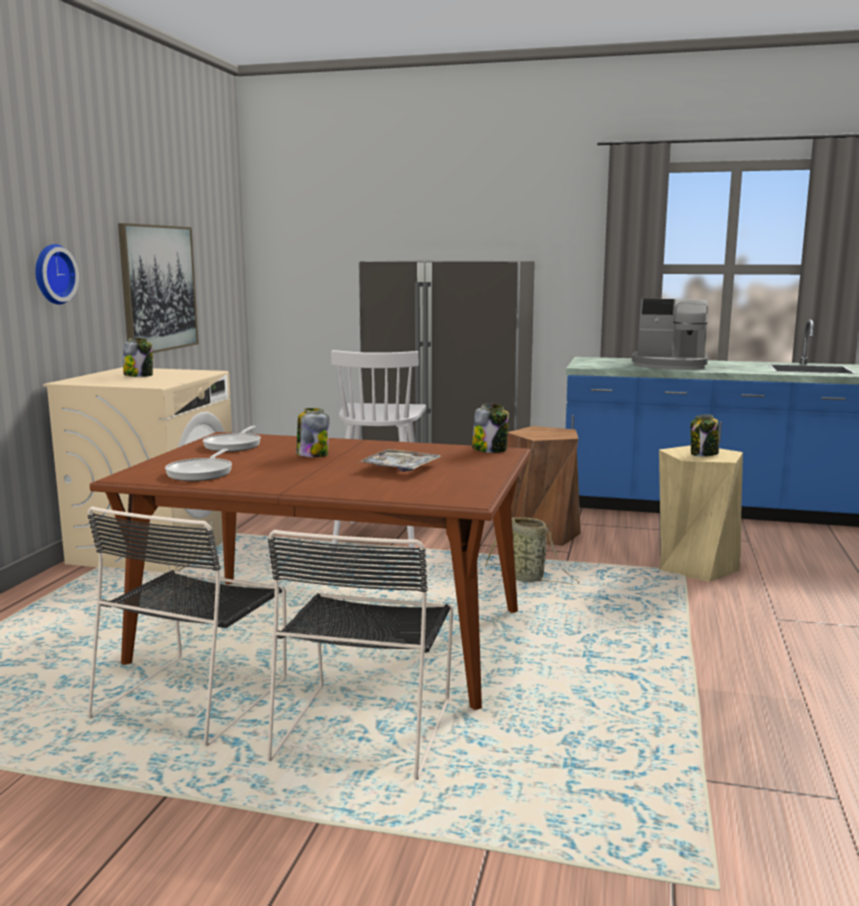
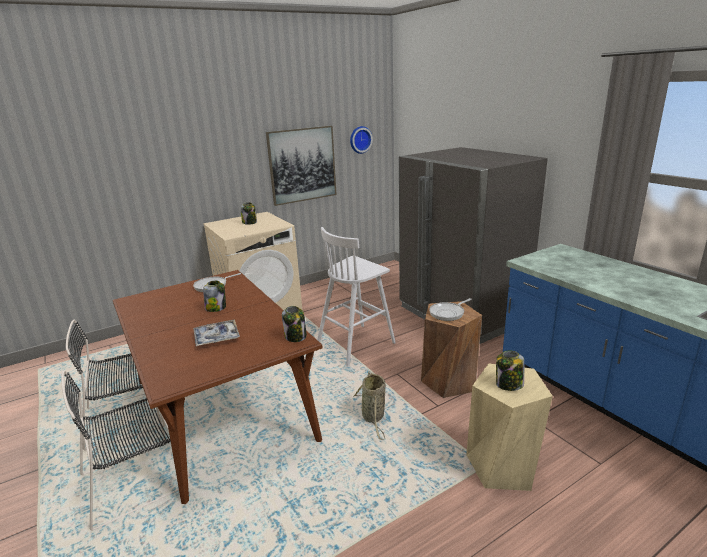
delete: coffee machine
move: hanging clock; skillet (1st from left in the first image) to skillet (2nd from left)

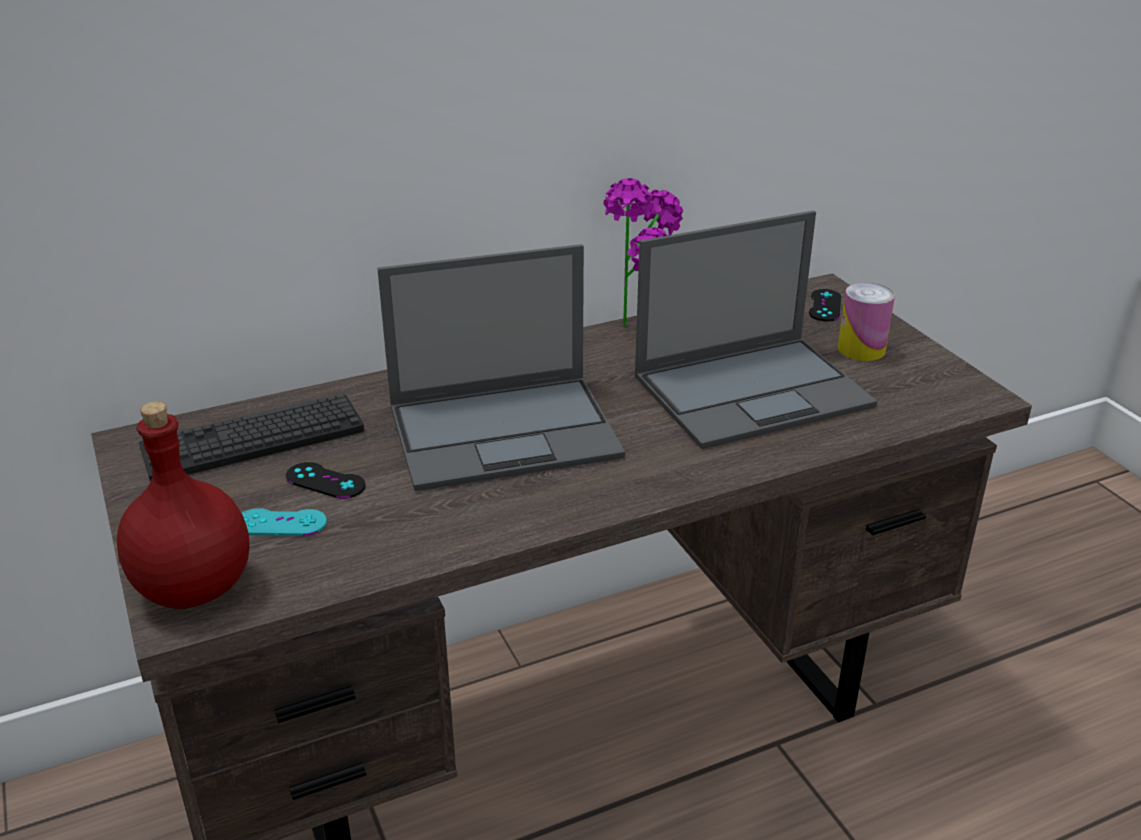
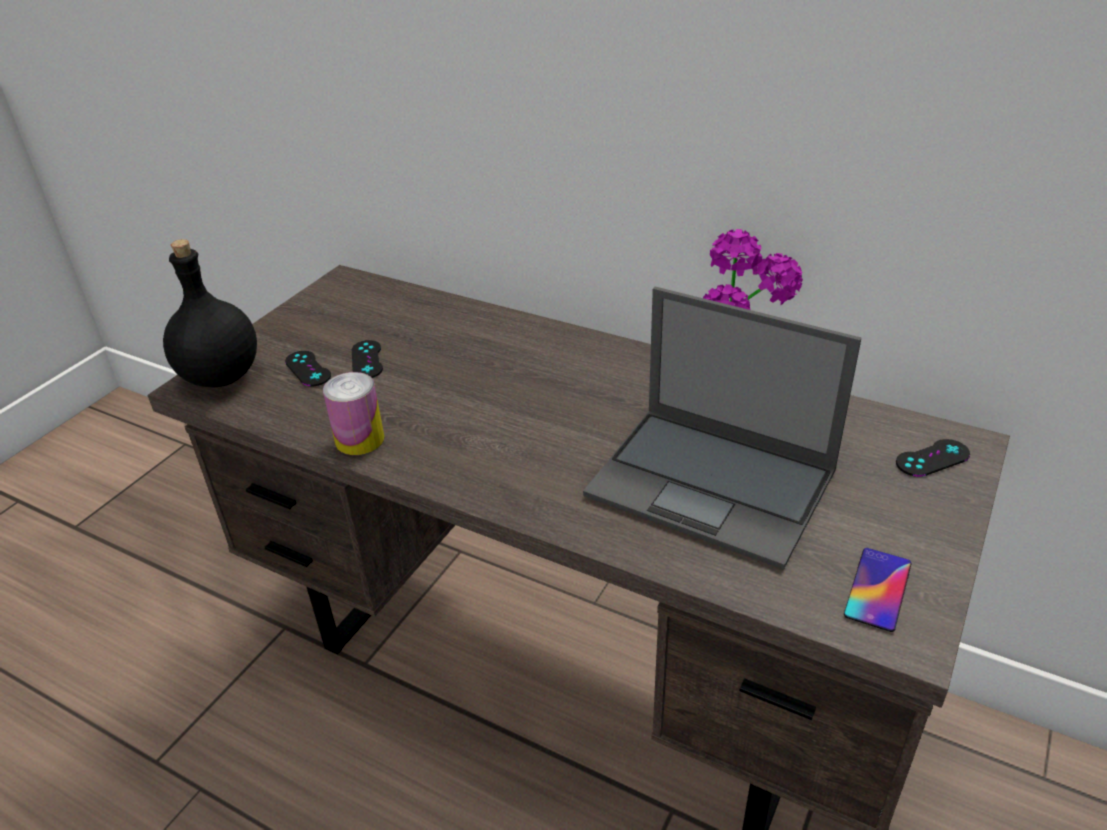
delete: PC keyboard; laptop (1st from left)
insert: telephone
move: metal can
recolor: beverage bottle/reddish to beverage bottle/black-coloured; gamepad/turquoise-coloured to gamepad/black-coloured (1st from left)

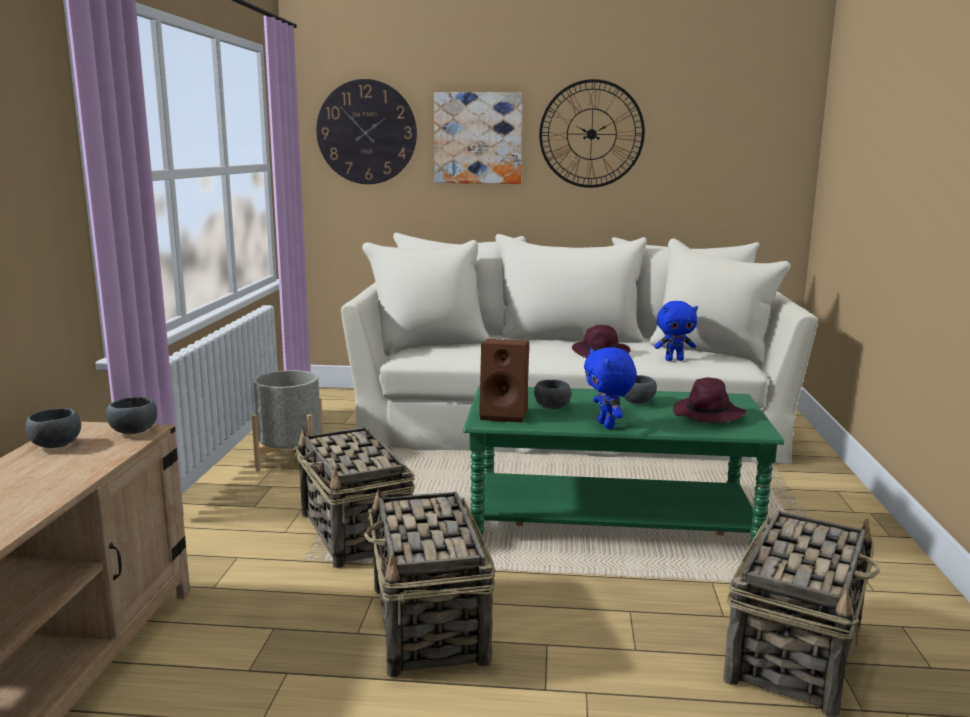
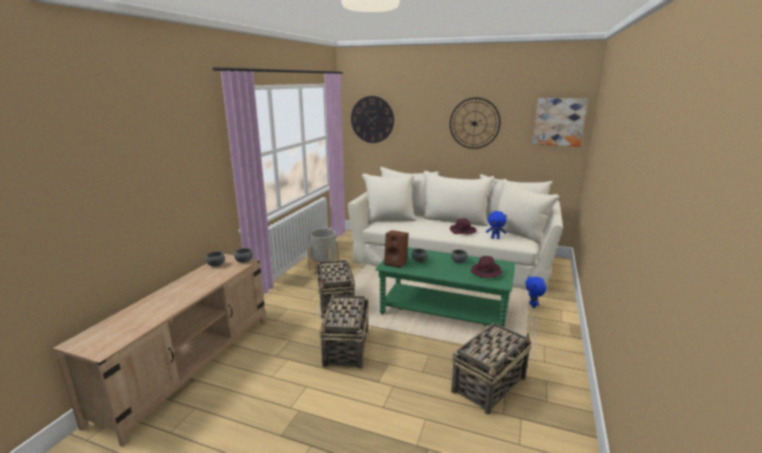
move: wall picture; cuddly toy/bluish (1st from left in the first image) to cuddly toy/bluish (2nd from left)

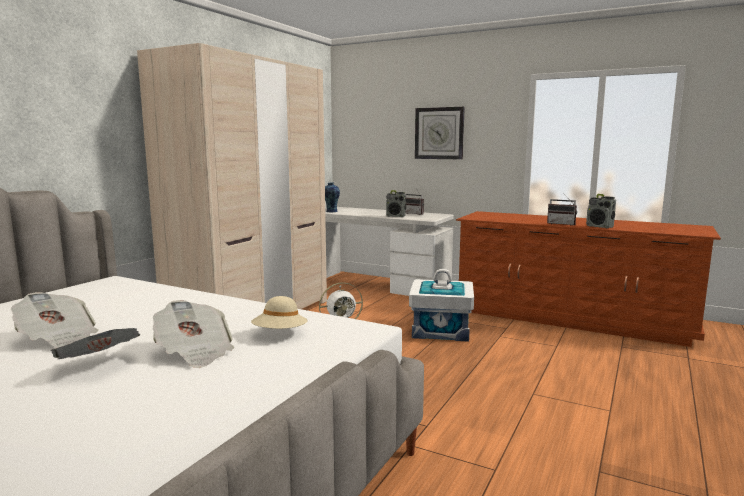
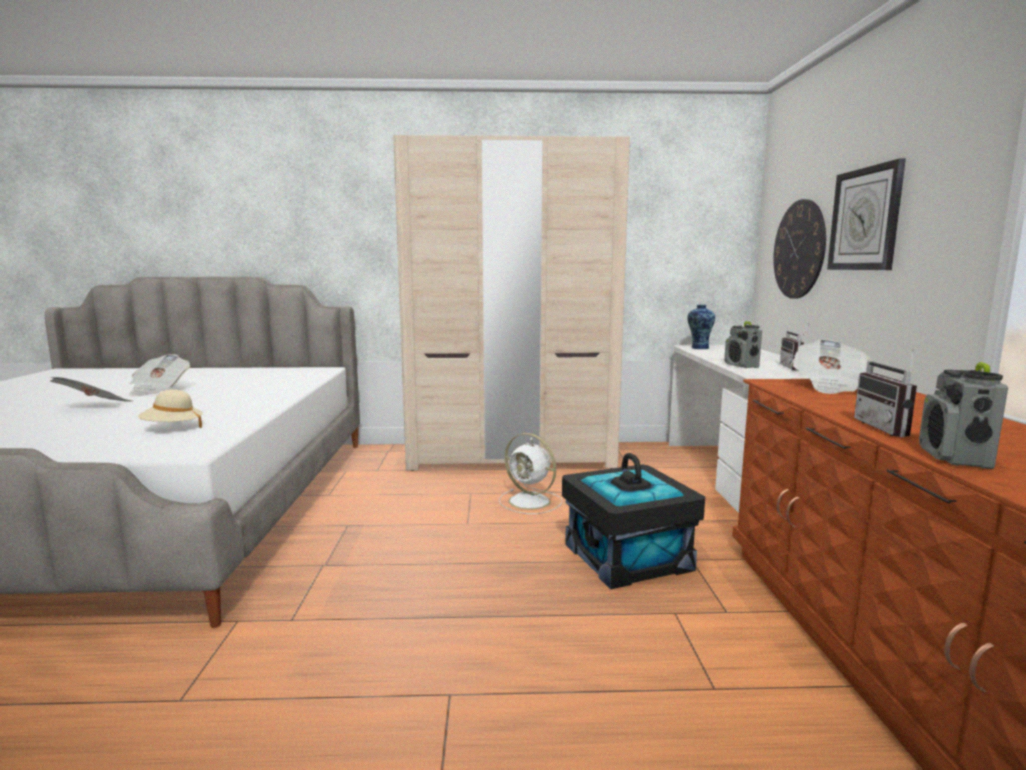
insert: hanging clock (1st from left)
move: newspaper (3rd from left)
recolor: storage container/white-coloured to storage container/black-coloured

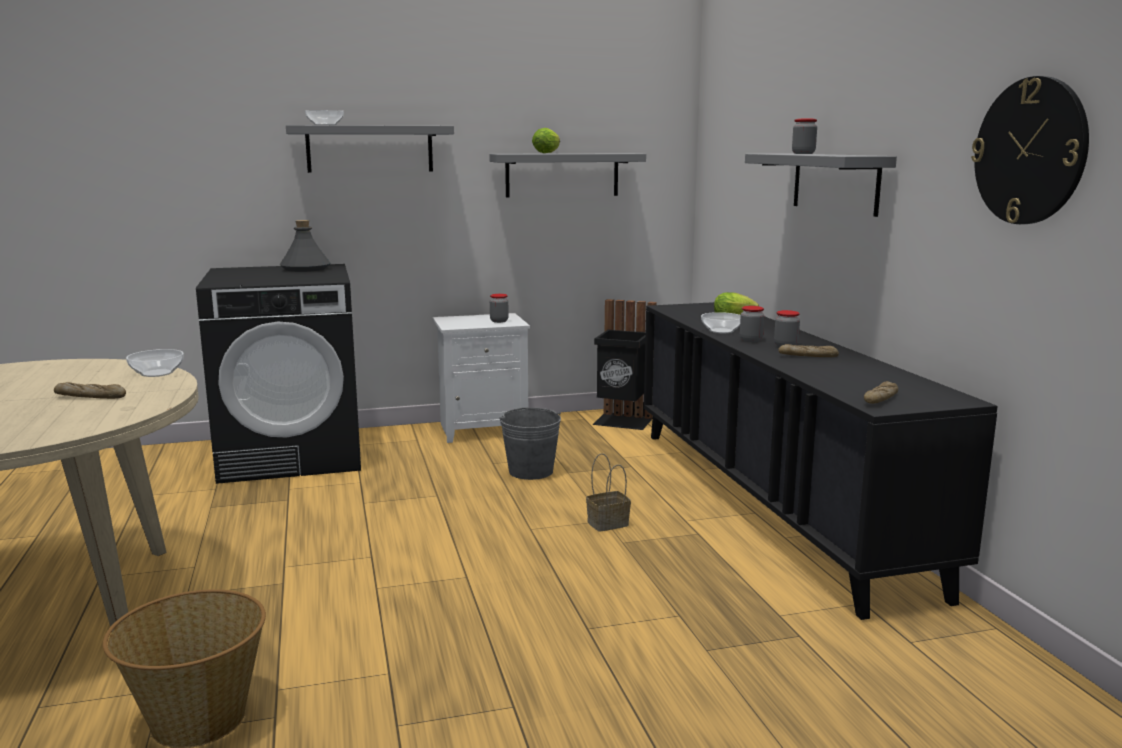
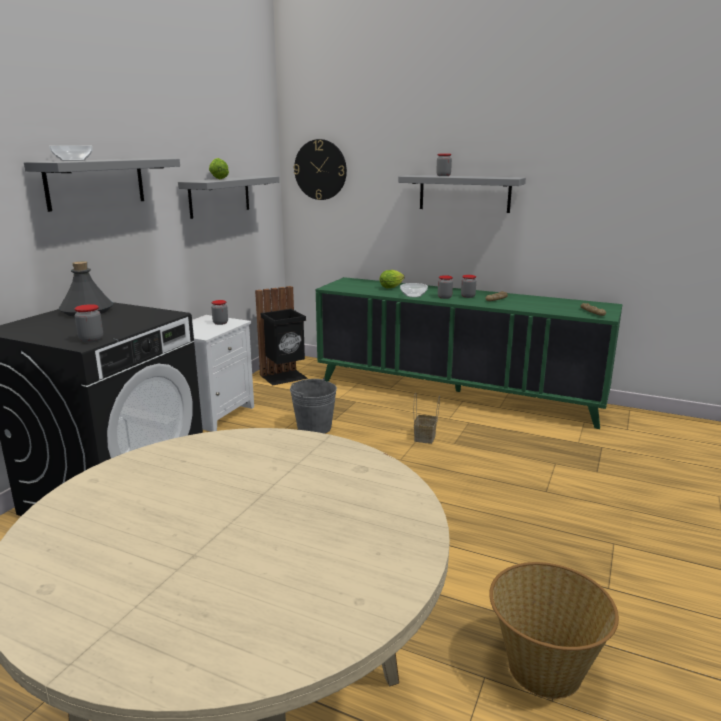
delete: baked bread (1st from left); deep dish (1st from left)
insert: jar (1st from left)
move: hanging clock
recolor: cabinet/black-coloured to cabinet/green

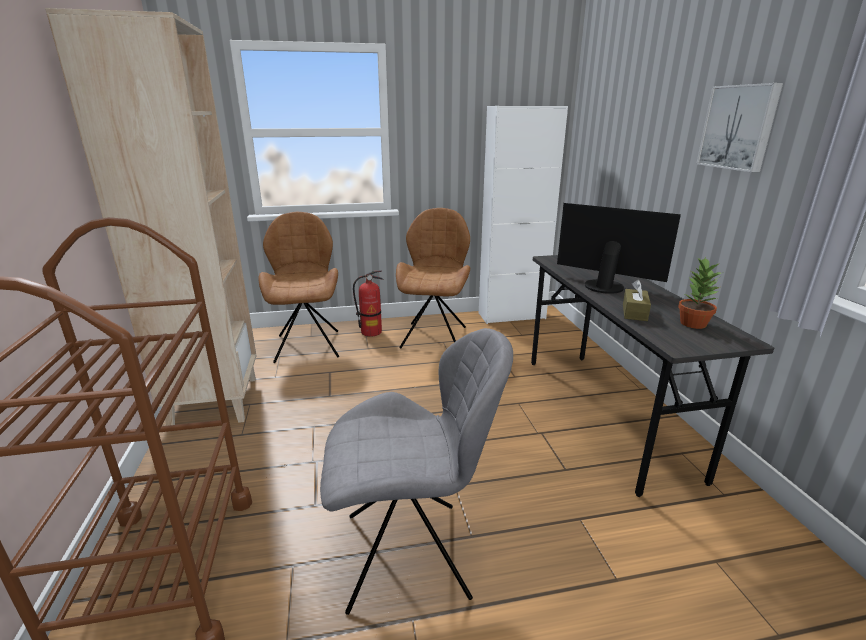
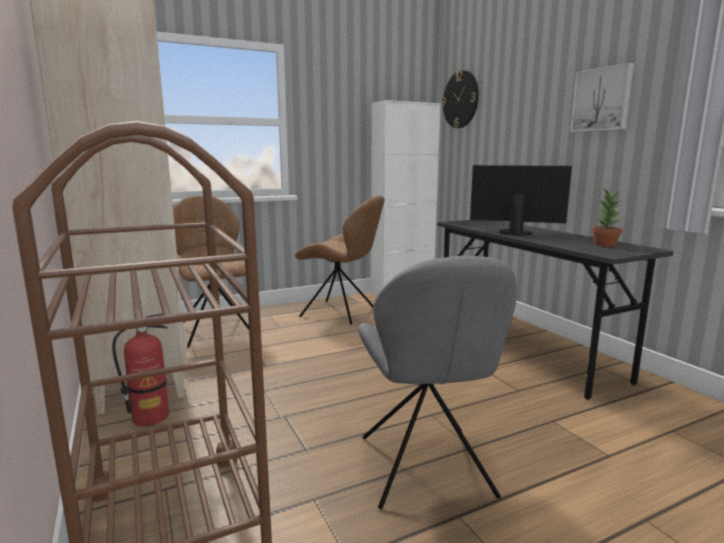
delete: tissue box/brown
insert: hanging clock
move: fire-fighting cylinder
rotate: plain chair/greyish 105 degrees clockwise; plain chair/brown (2nd from left) 120 degrees clockwise

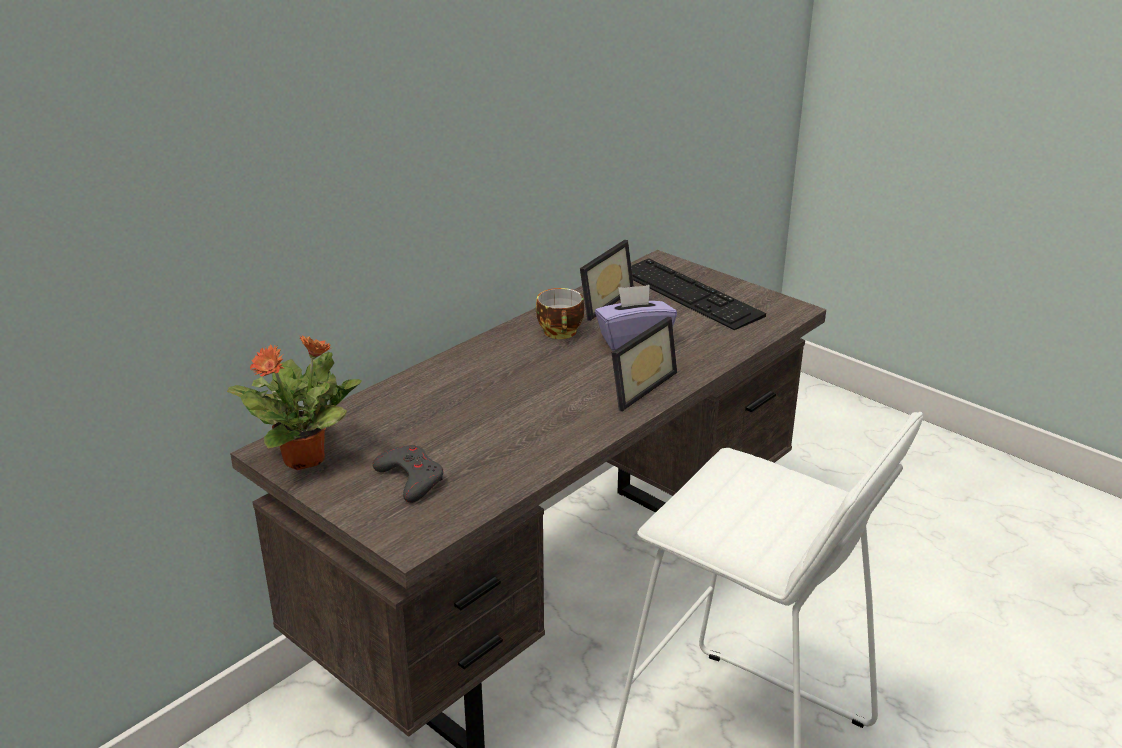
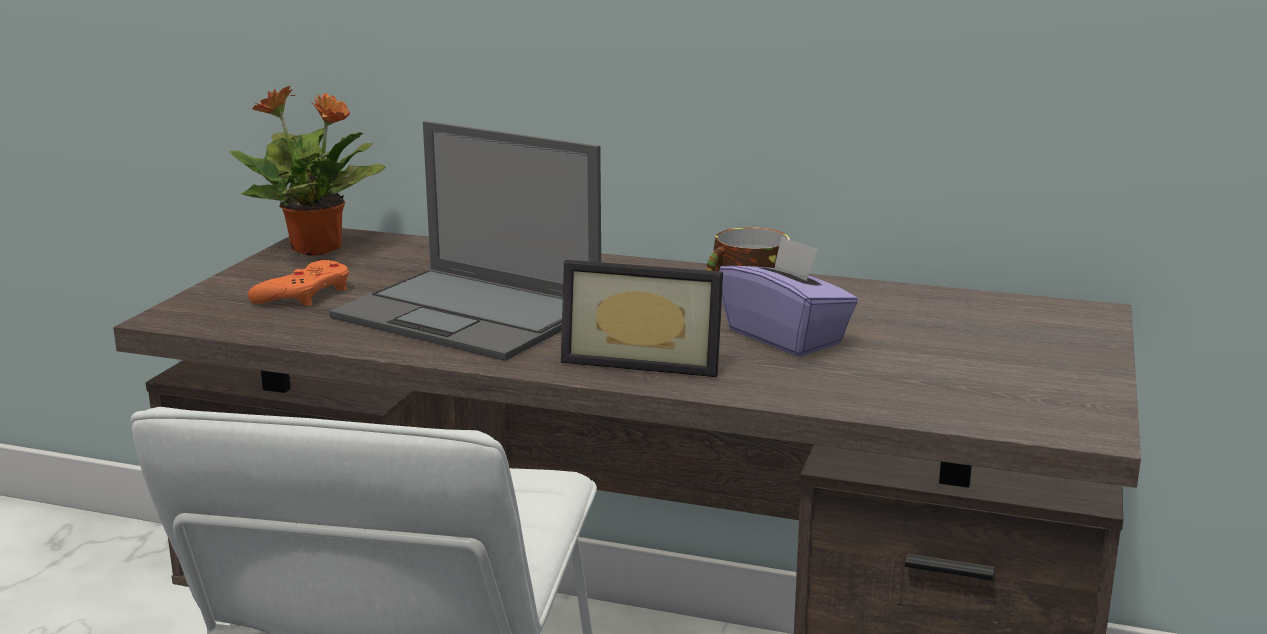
delete: standing frame (1st from left); PC keyboard
insert: laptop
recolor: gamepad/greyish to gamepad/orange-coloured

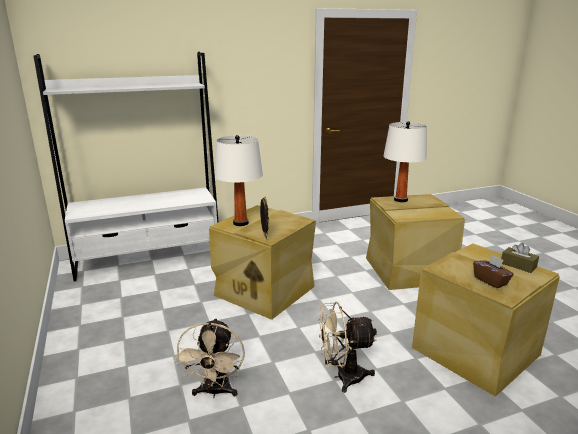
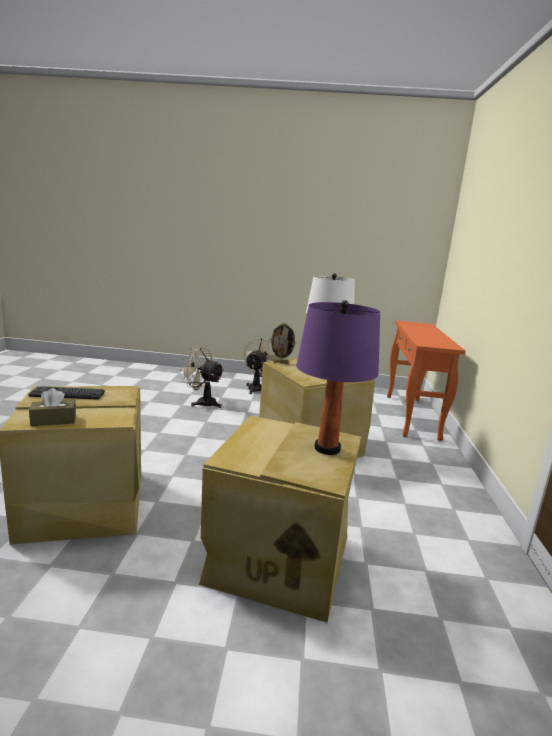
move: cooling fan/sand-coloured (2nd from left)
replace: shelving unit/white-coloured to console table/orange-coloured; tissue box/brown (1st from left) to PC keyboard
recolor: table lamp/white-coloured (2nd from left) to table lamp/purple-coloured

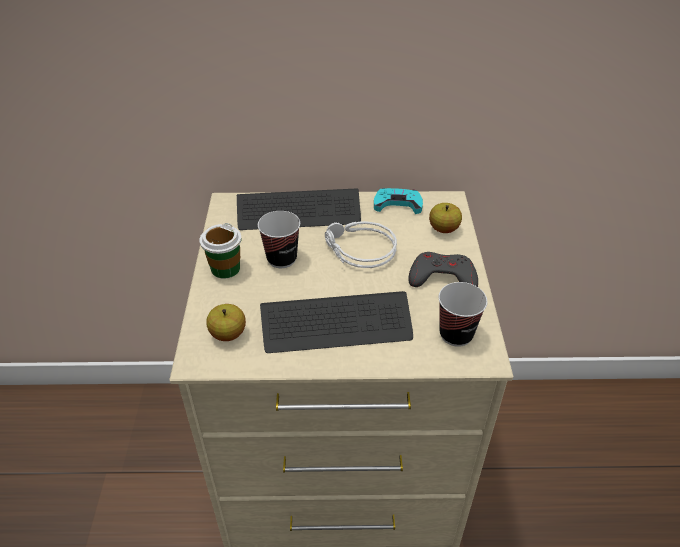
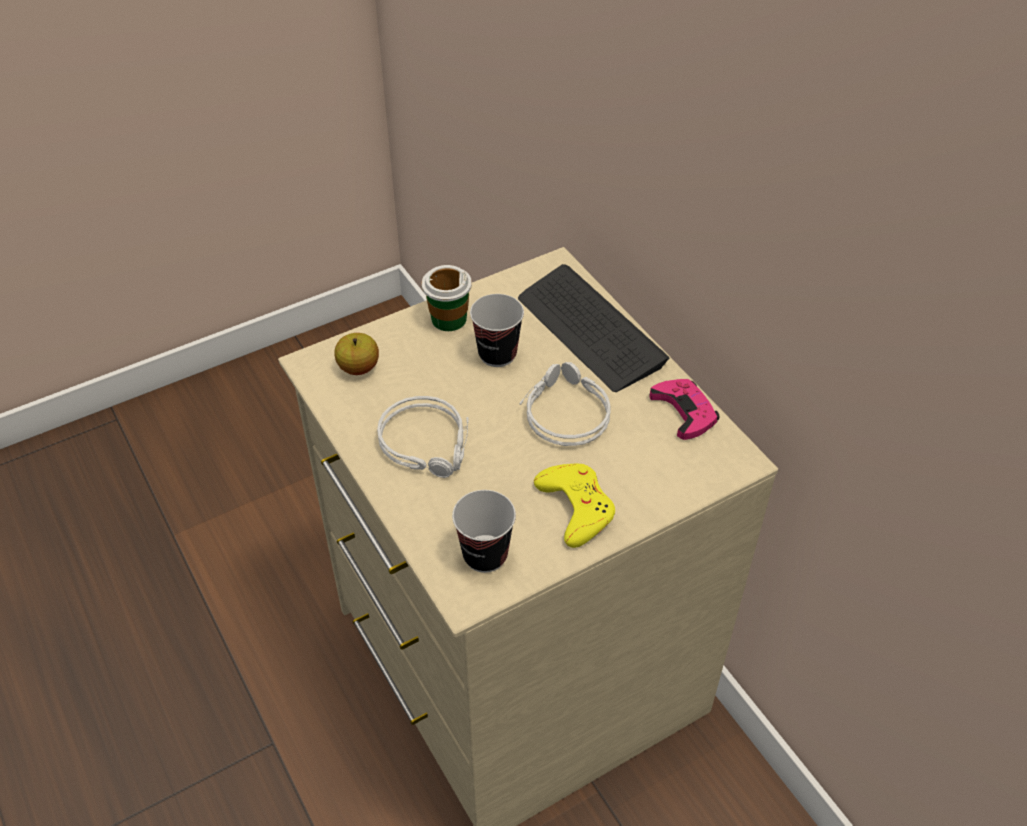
delete: whole apple (2nd from left)
replace: PC keyboard (2nd from left) to pair of headphones/greyish (1st from left)
recolor: gamepad/turquoise-coloured to gamepad/pink-coloured; gamepad/greyish to gamepad/yellow-coloured

